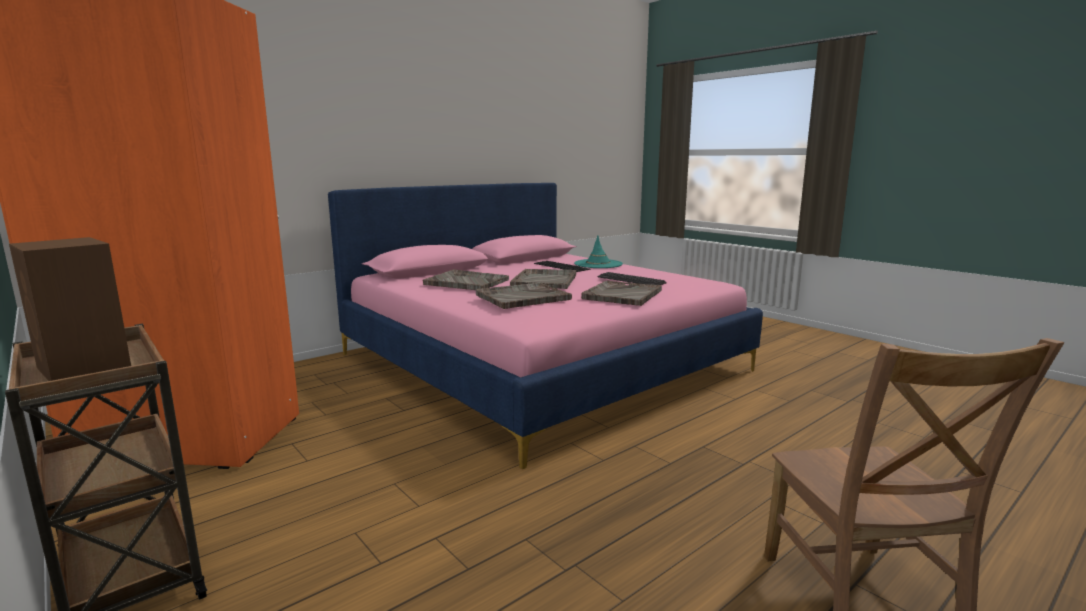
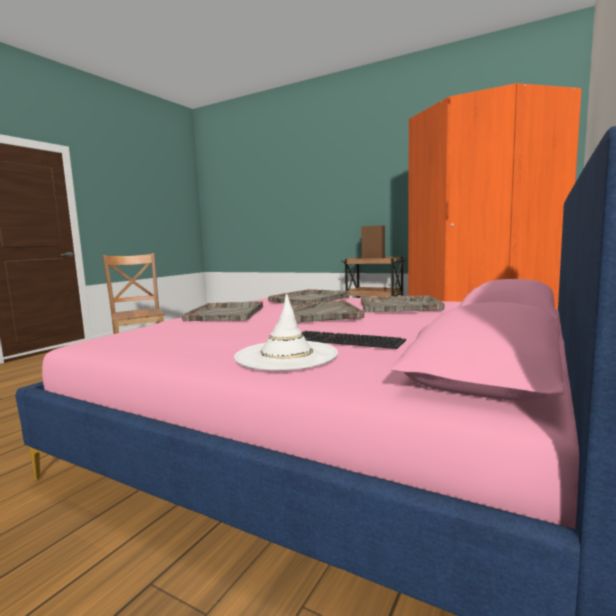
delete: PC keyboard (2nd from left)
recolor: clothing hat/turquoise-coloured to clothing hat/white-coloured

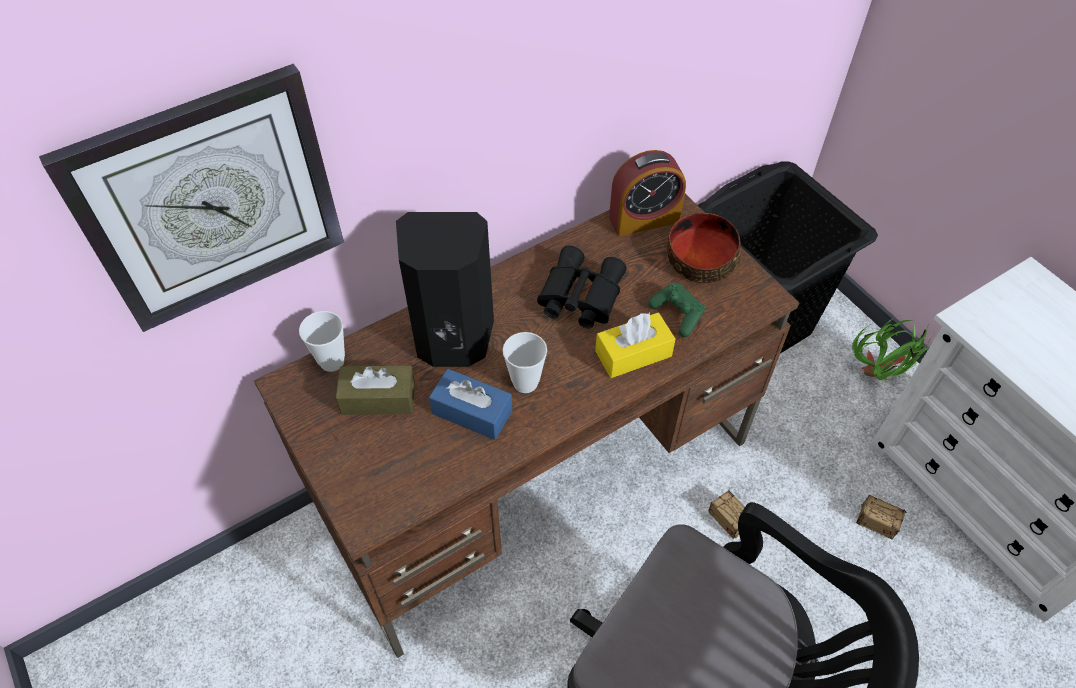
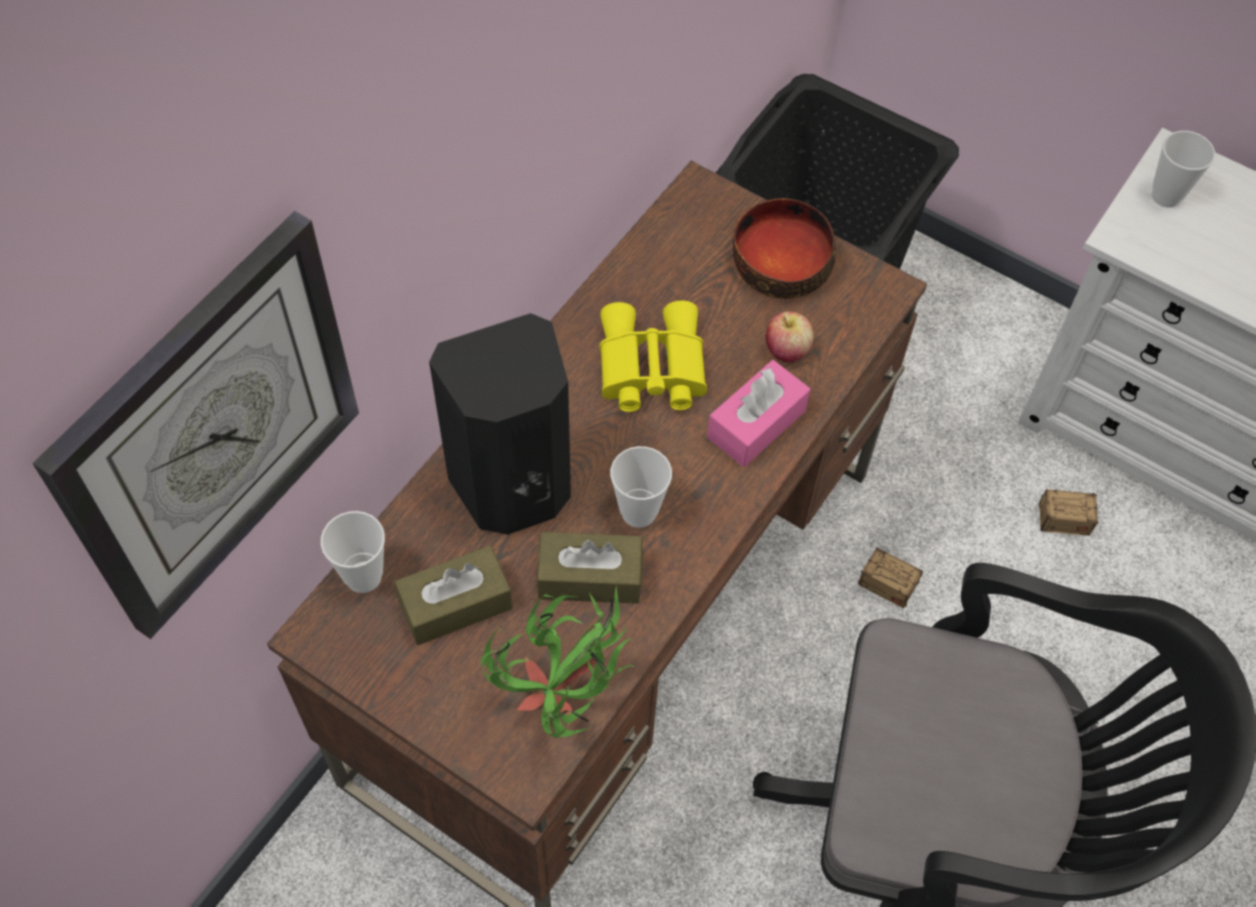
delete: alarm clock
insert: drinking cup (3rd from left)
move: plant in a pot
replace: gamepad/green to whole apple
recolor: tissue box/bluish to tissue box/brown (2nd from left); binoculars/black-coloured to binoculars/yellow-coloured; tissue box/yellow-coloured to tissue box/pink-coloured

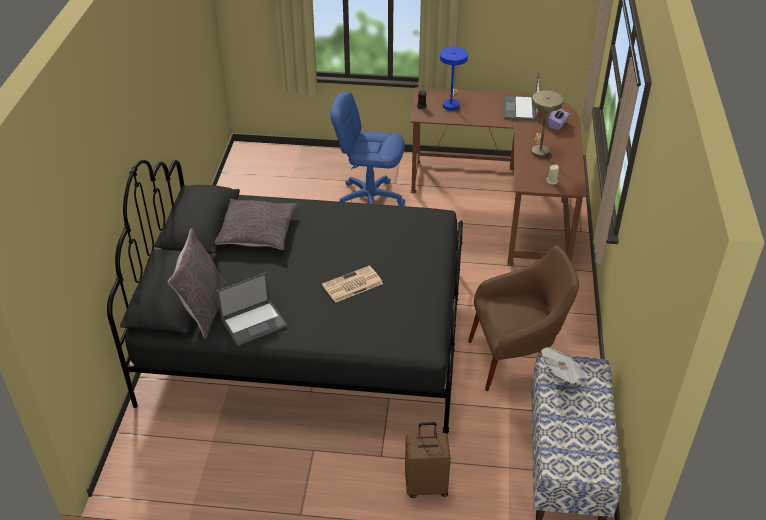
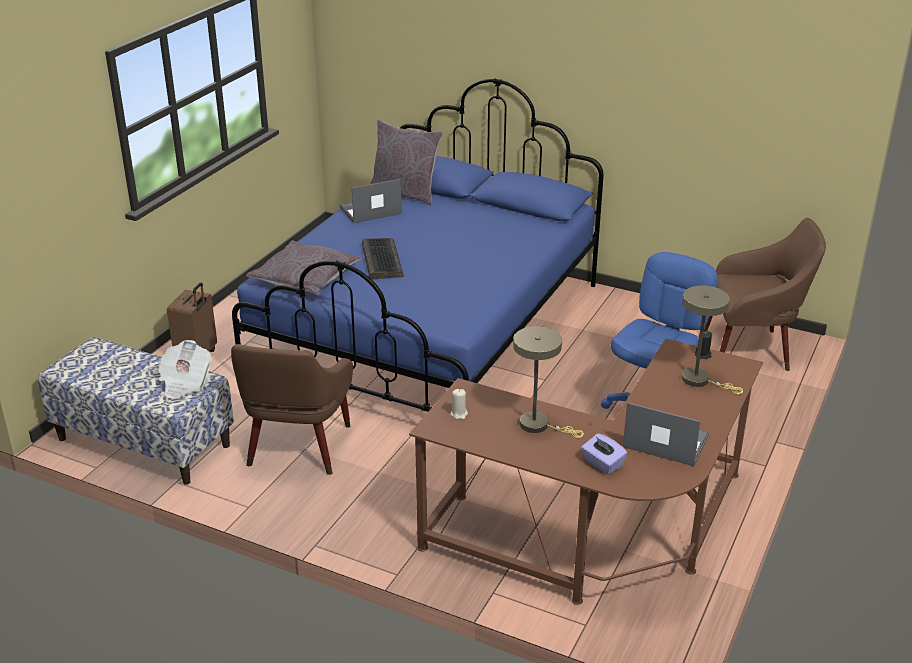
insert: lounge chair/brown (2nd from left)
move: pillow/greyish (2nd from left in the first image) to pillow/greyish (1st from left)
replace: newspaper (1st from left) to PC keyboard
recolor: sleeping bed/black-coloured to sleeping bed/bluish; table lamp/bluish to table lamp/sand-coloured (2nd from left)
rotate: laptop (1st from left) 75 degrees clockwise

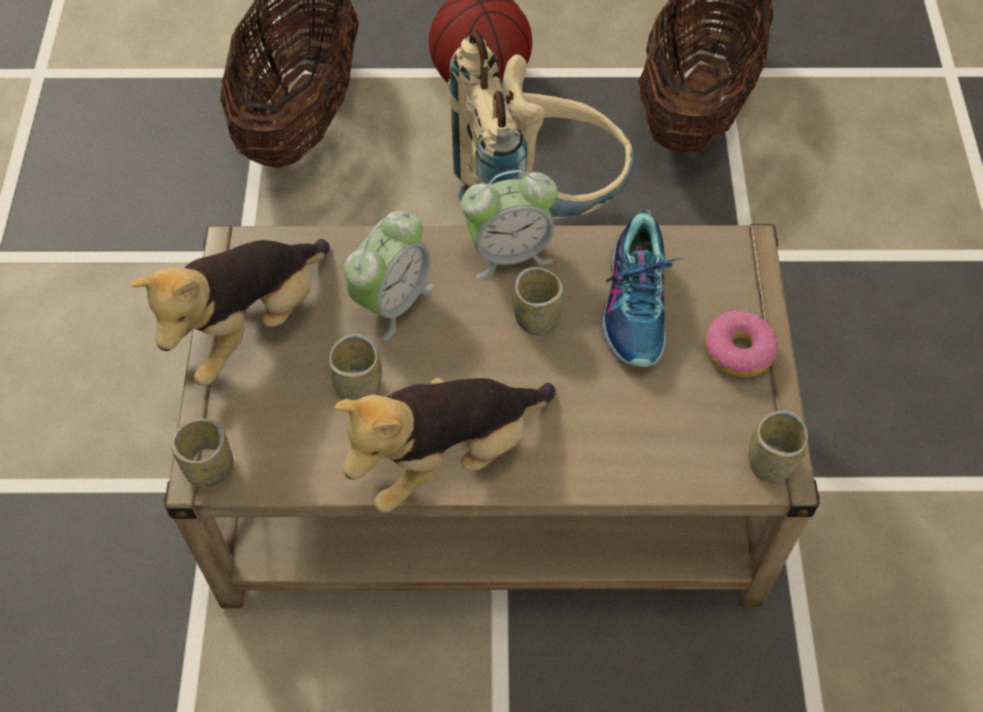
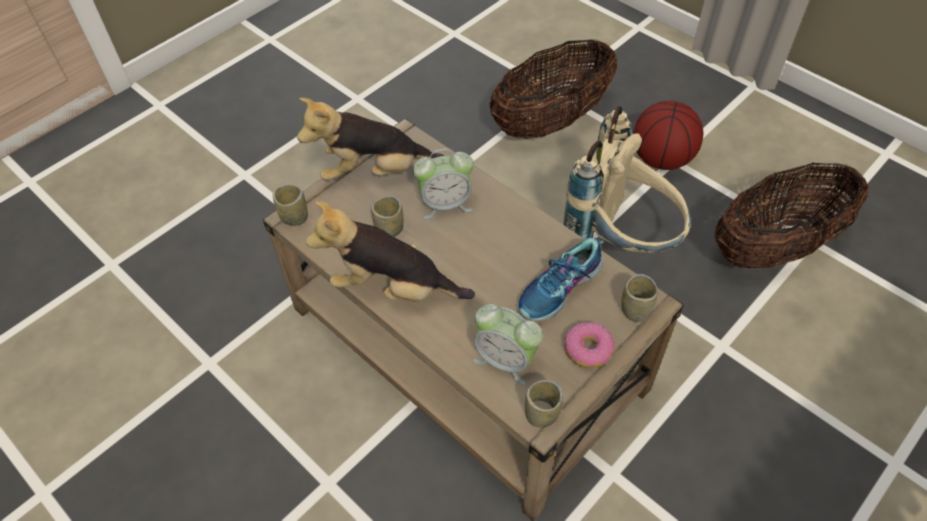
move: alarm clock (2nd from left); drinking cup (3rd from left in the first image) to drinking cup (4th from left)

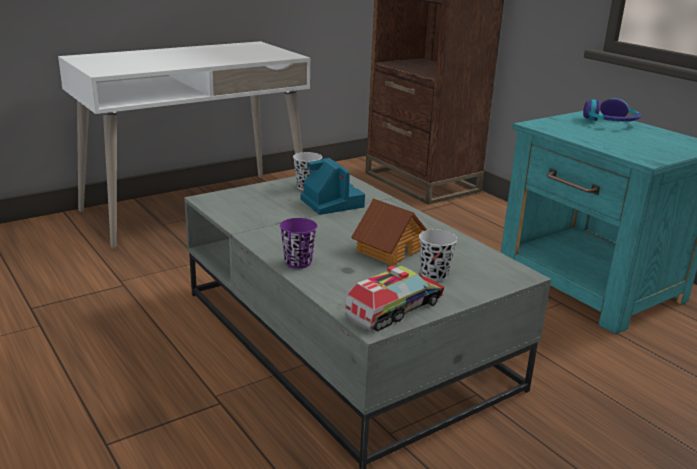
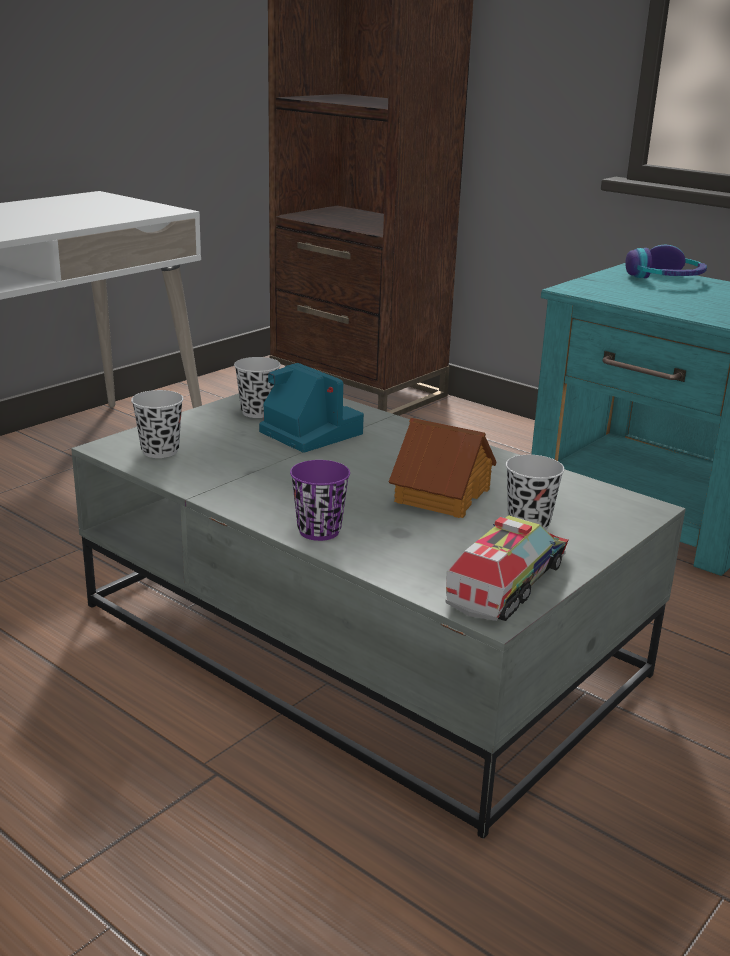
insert: drinking cup/black-coloured (1st from left)

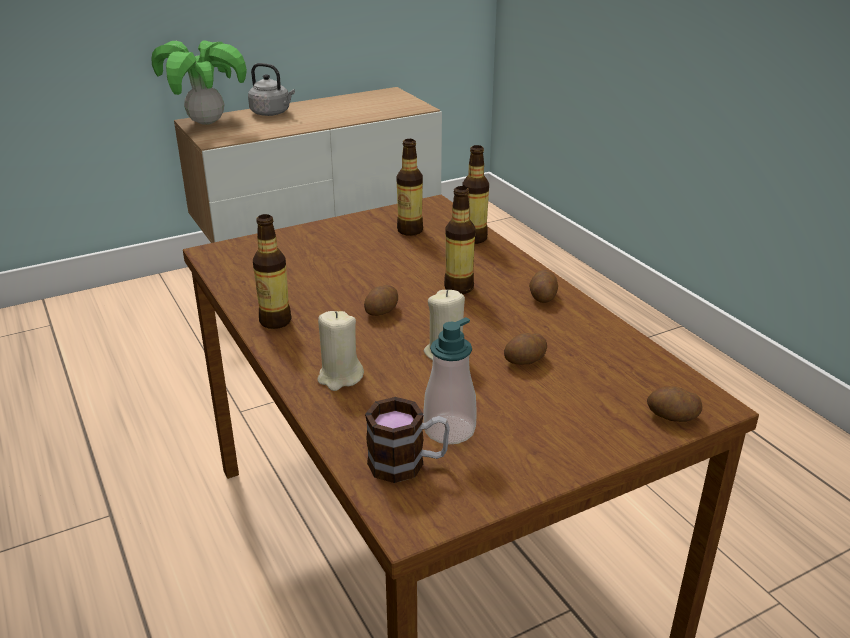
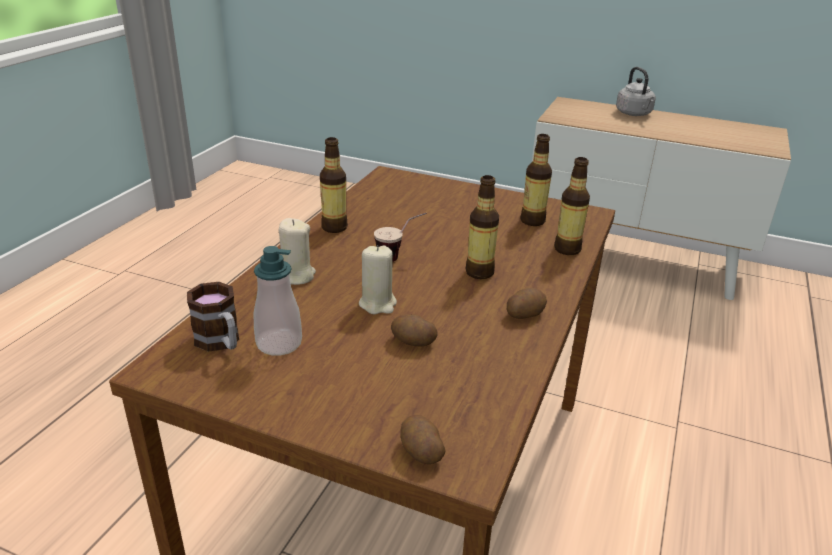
delete: plant in a pot
replace: spud (1st from left) to drinking cup

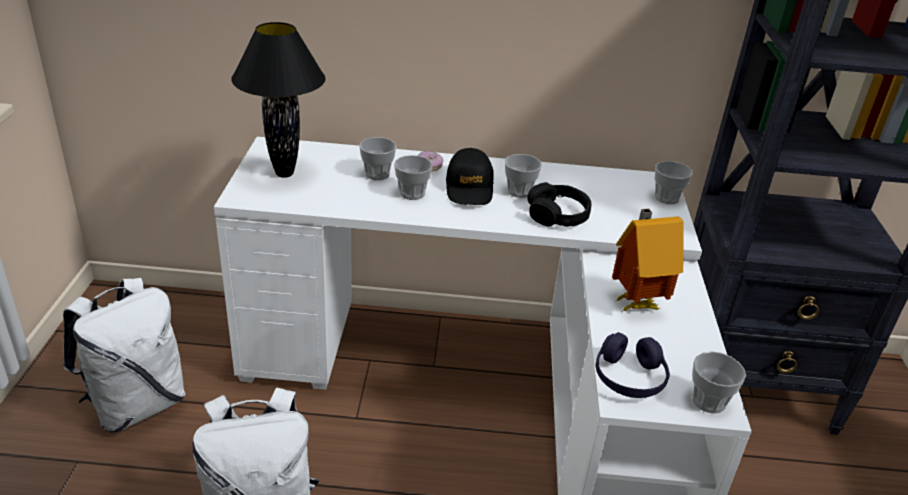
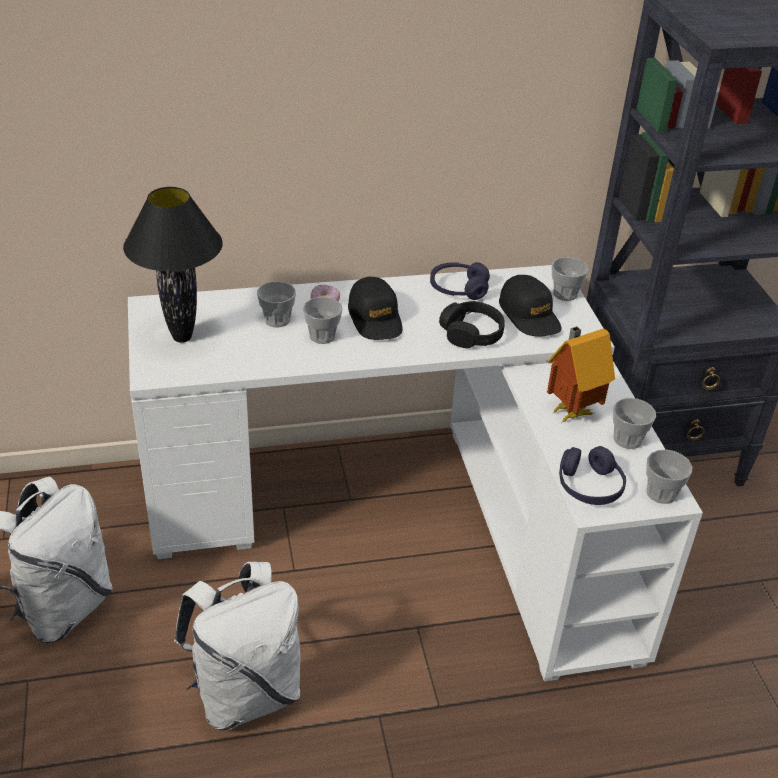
insert: pair of headphones/purple-coloured (1st from left); peaked cap/black-coloured (2nd from left)
move: drinking cup (3rd from left in the first image) to drinking cup (4th from left)

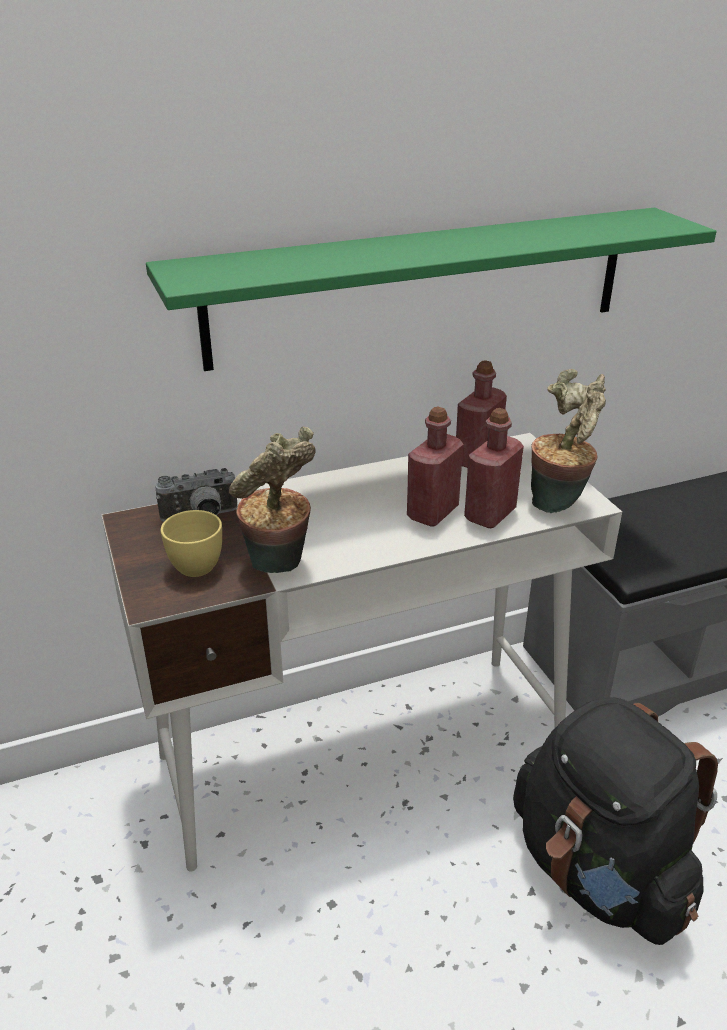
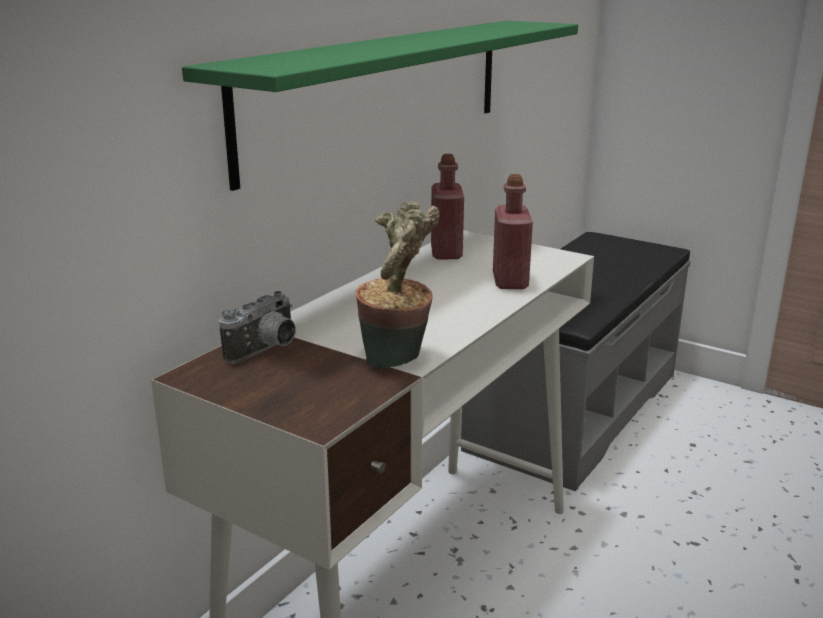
delete: drinking cup/yellow-coloured; beverage bottle/reddish (1st from left); backpack/black-coloured; plant in a pot (2nd from left)

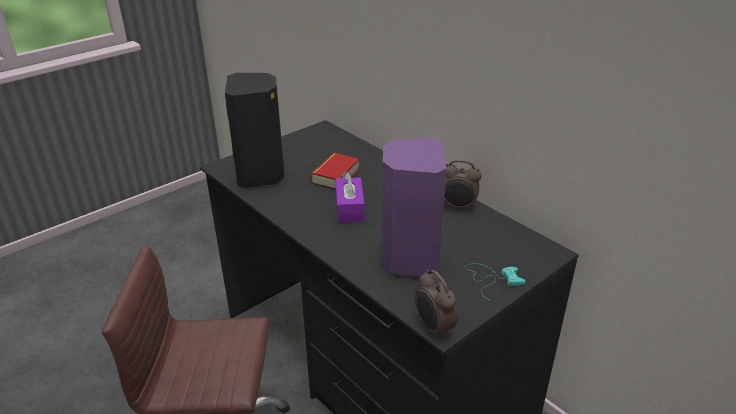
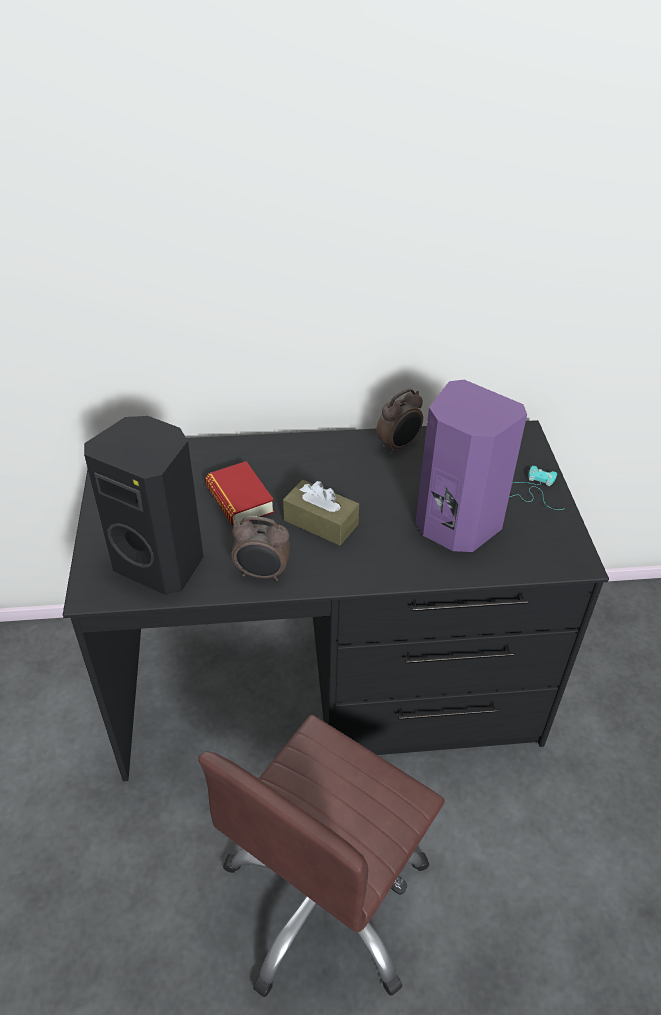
move: alarm clock (1st from left)
recolor: tissue box/purple-coloured to tissue box/brown

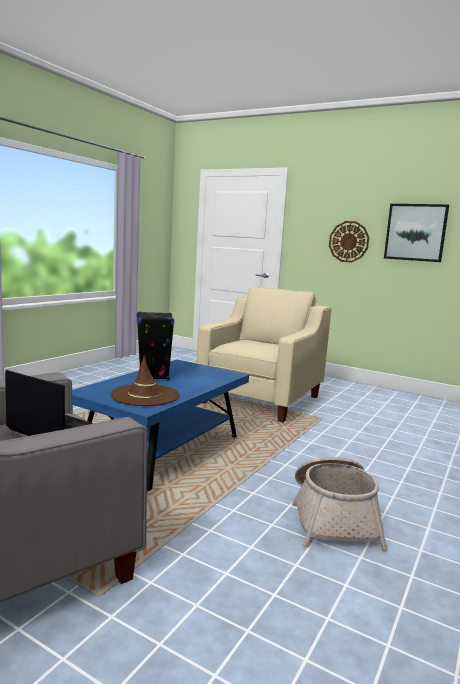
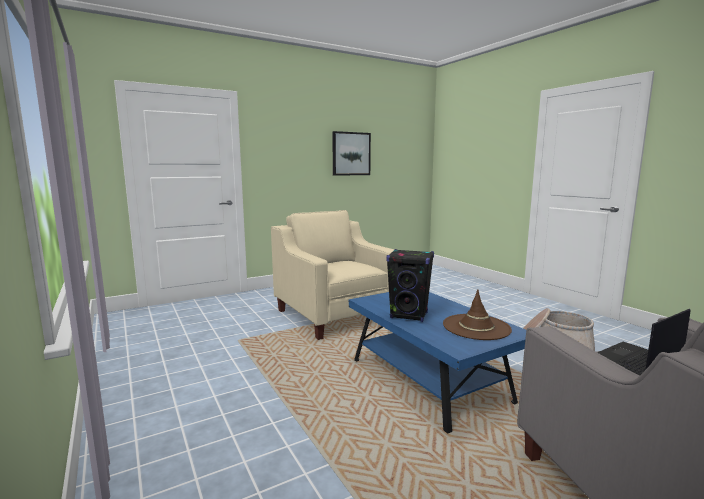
delete: hanging clock

